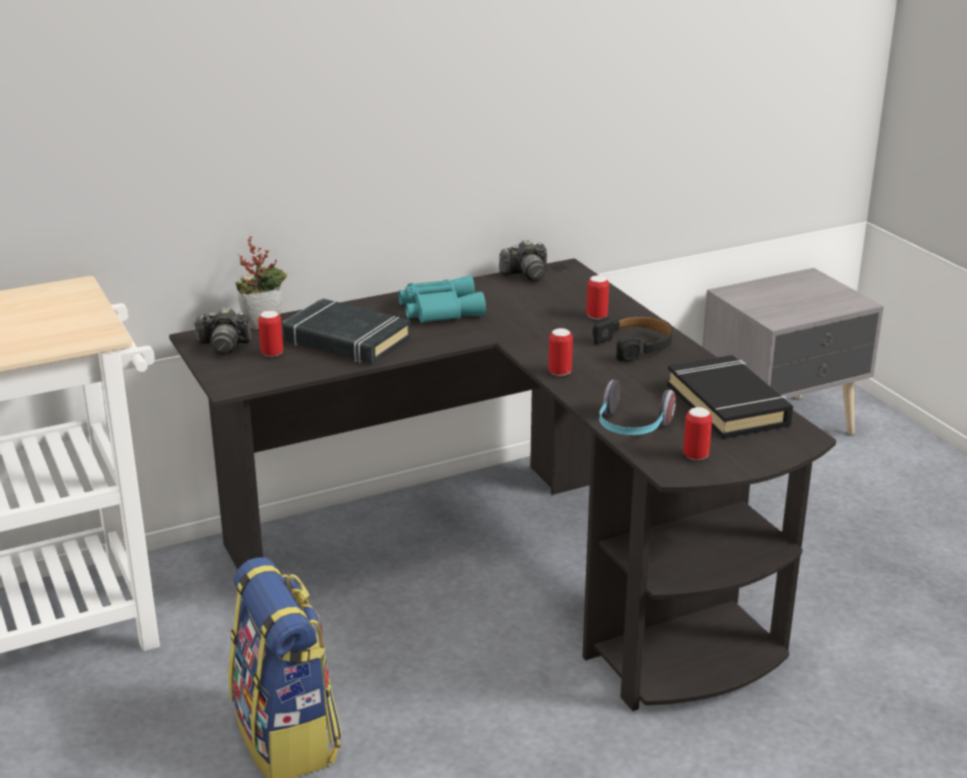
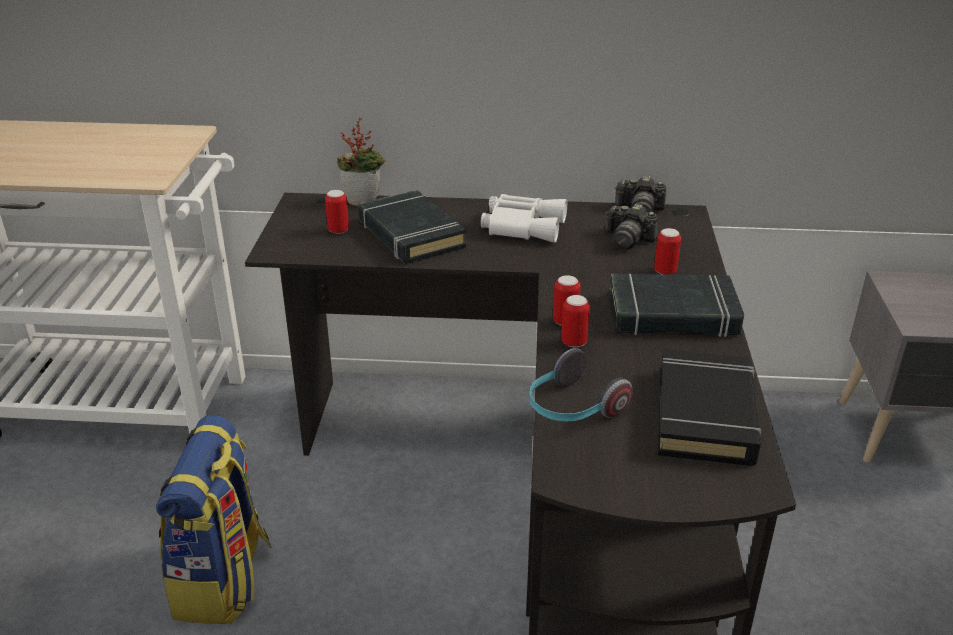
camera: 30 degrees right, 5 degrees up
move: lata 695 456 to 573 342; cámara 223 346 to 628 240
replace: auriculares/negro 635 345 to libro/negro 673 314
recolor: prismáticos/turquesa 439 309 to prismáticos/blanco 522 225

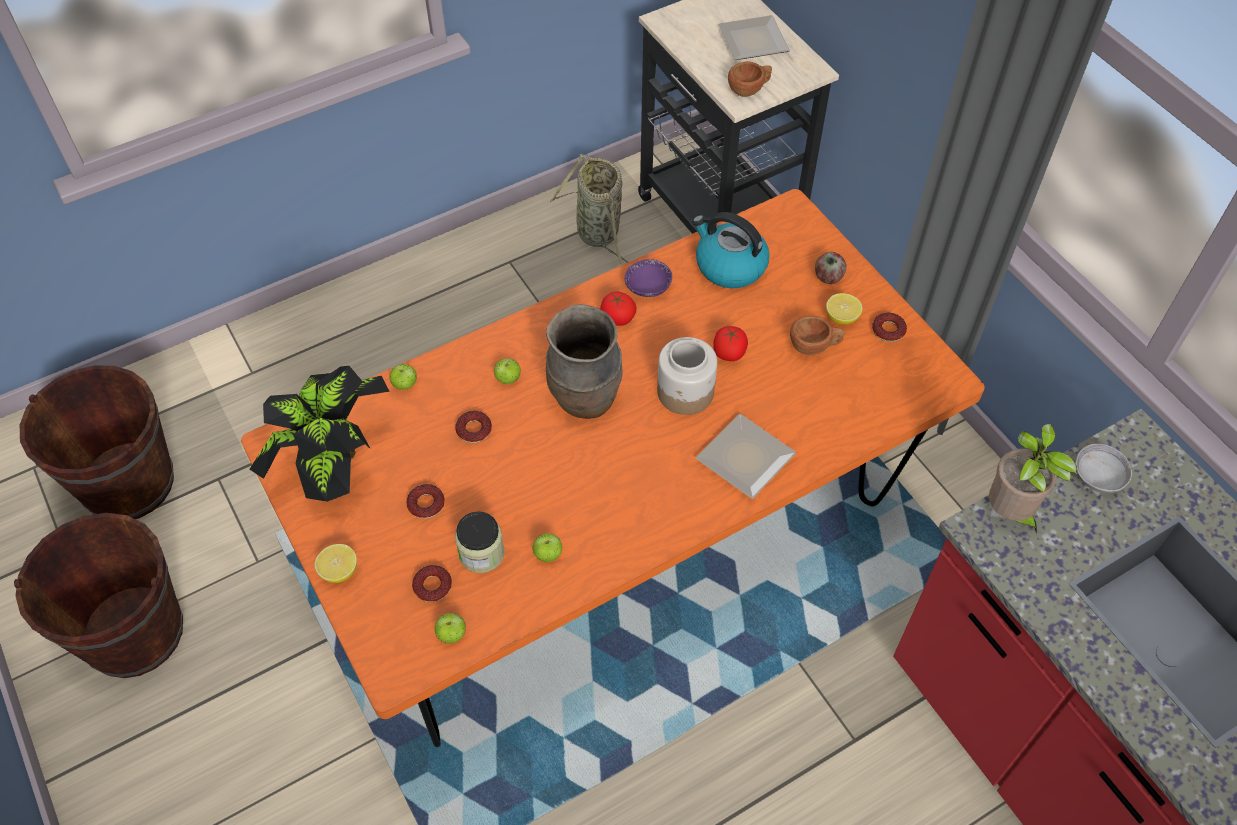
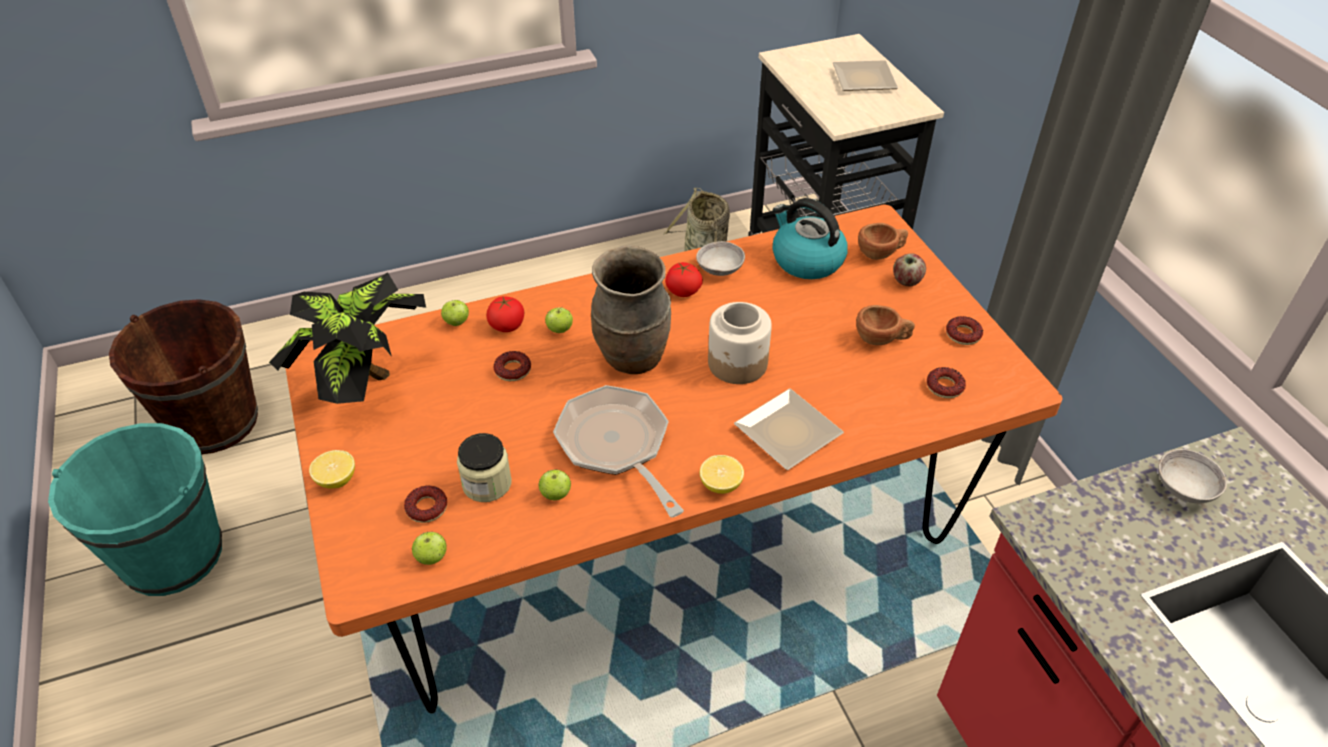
camera: 10 degrees right, 10 degrees down
delete: planta en maceta 1010 513
insert: sartén 617 446
move: tomate 729 353 to 507 326; limón 841 317 to 720 485; taza/marrón 749 89 to 881 253; rosquilla 426 504 to 944 386
recolor: cubo/marrón 134 633 to cubo/turquesa 173 555; cuenco/morado 648 287 to cuenco/gris 720 269

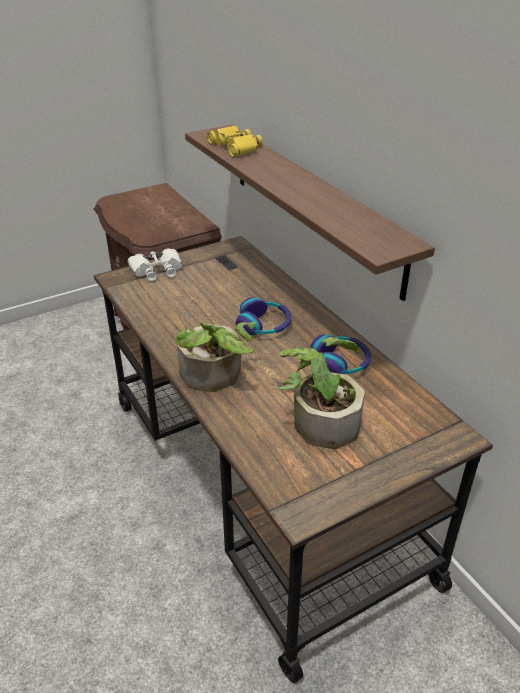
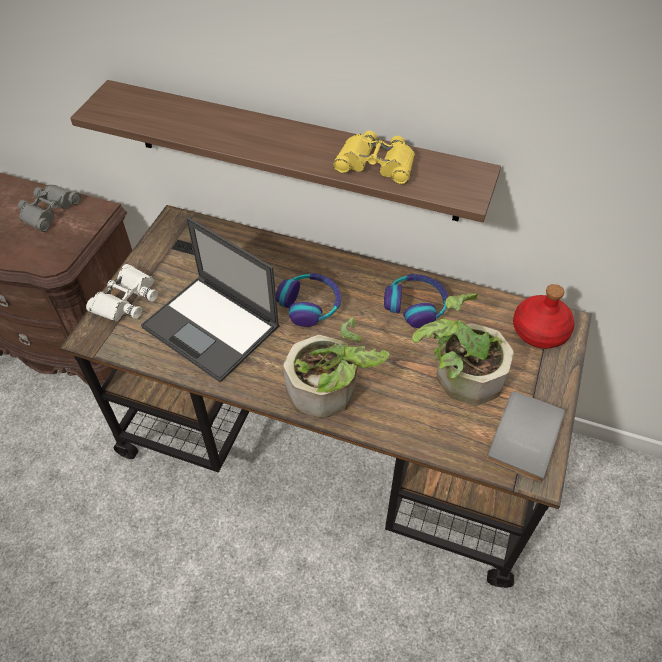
camera: 40 degrees left, 15 degrees up
insert: prismáticos/gris 49 211; portátil 212 327; libro/gris 521 436; botella/rojo 539 330
move: prismáticos/amarillo 235 147 to 376 164

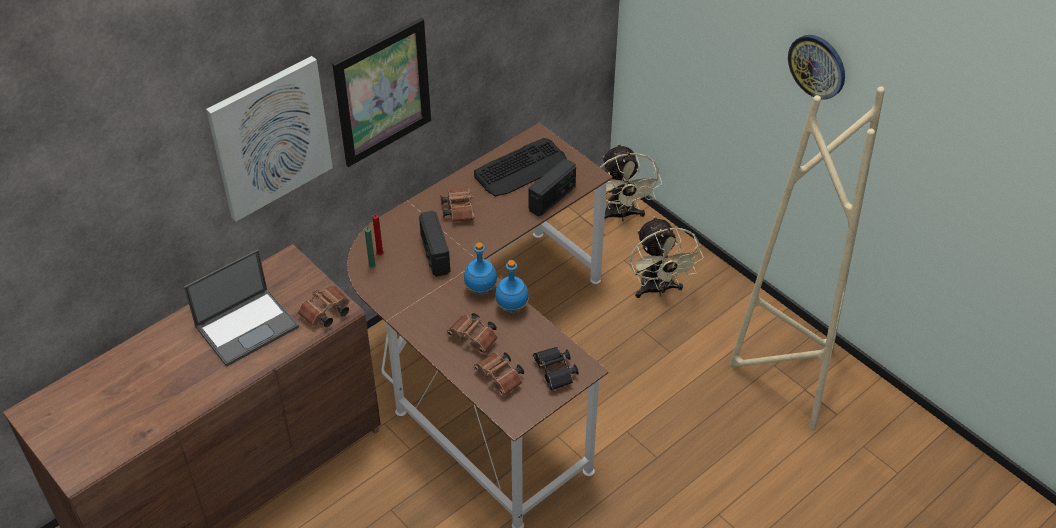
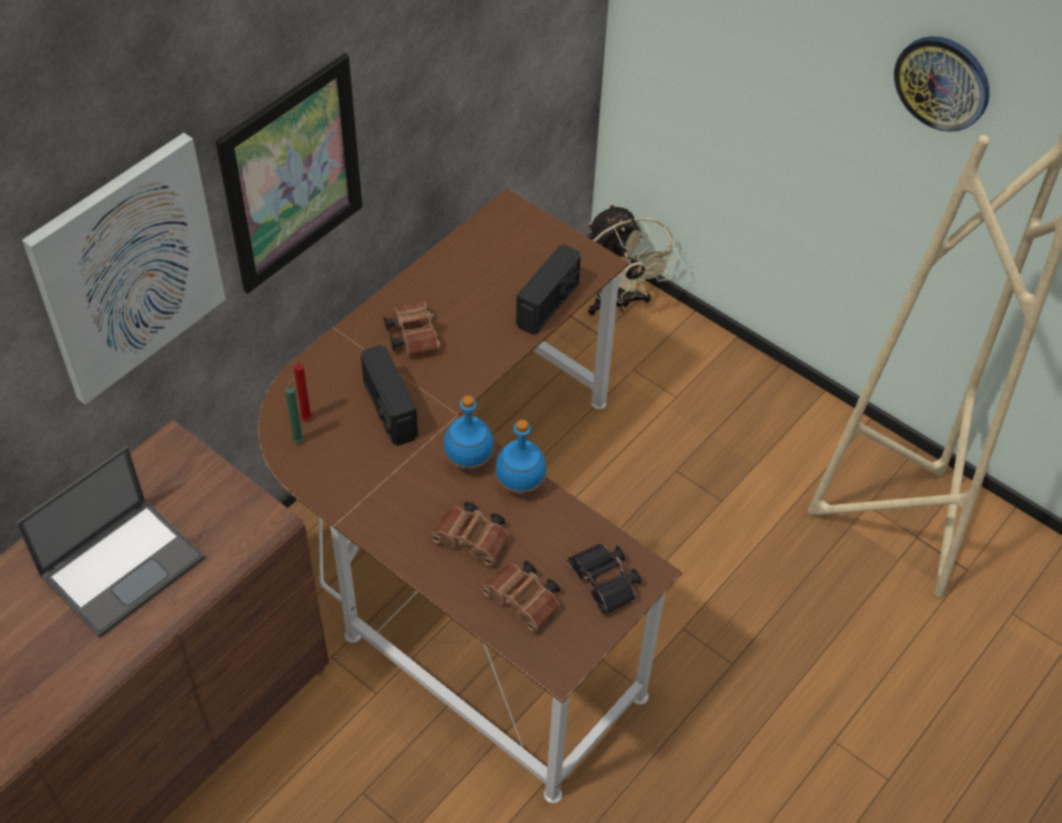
camera: 10 degrees left, 5 degrees up
delete: prismáticos/marrón 325 314; teclado 521 168; ventilador/beis 658 289

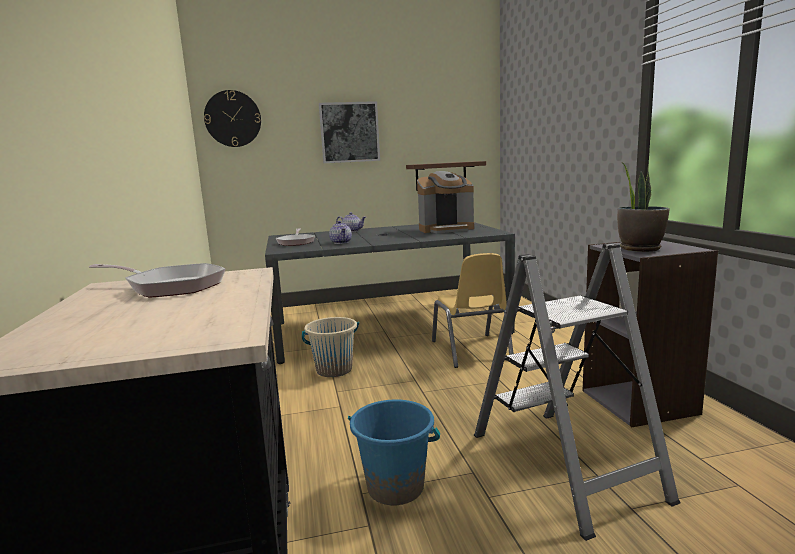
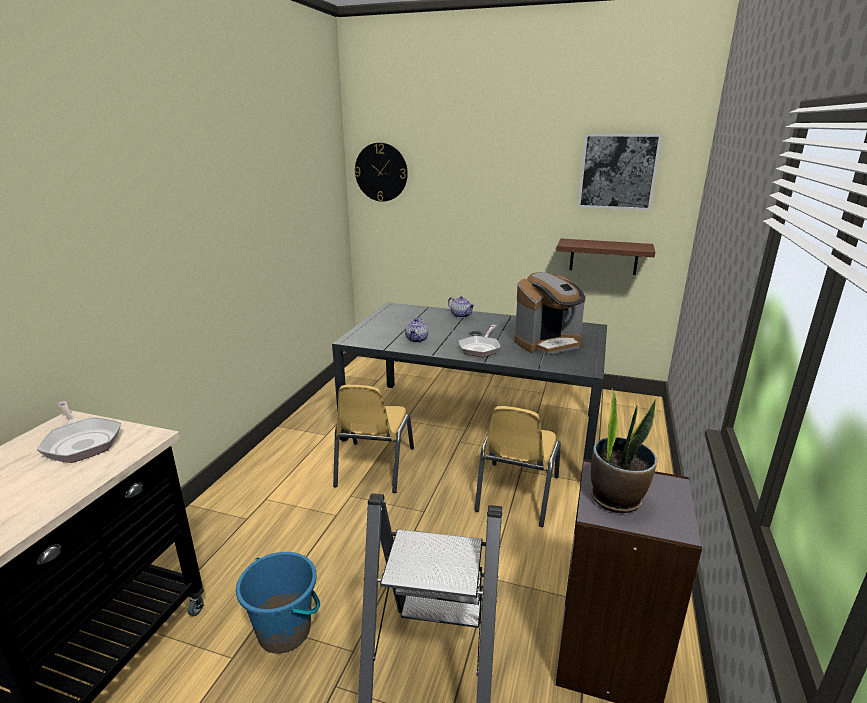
camera: 30 degrees right, 10 degrees up
move: sartén 296 242 to 480 348; cuadro 349 132 to 618 171
replace: cubo/beis 334 370 to silla/amarillo 374 467
rotate: cafetera 446 230 = 547 343 45 degrees counterclockwise

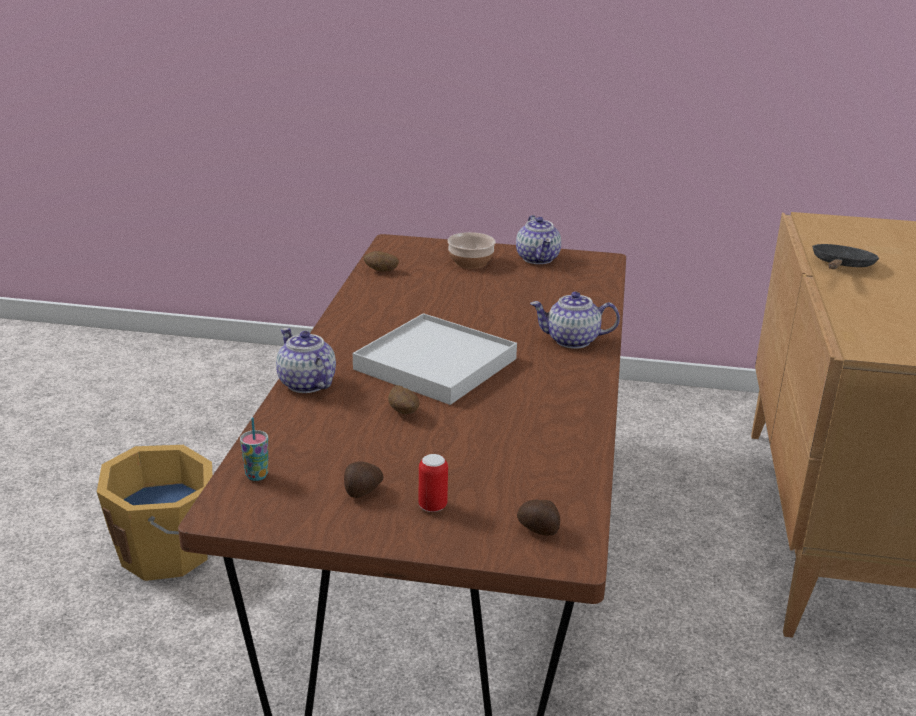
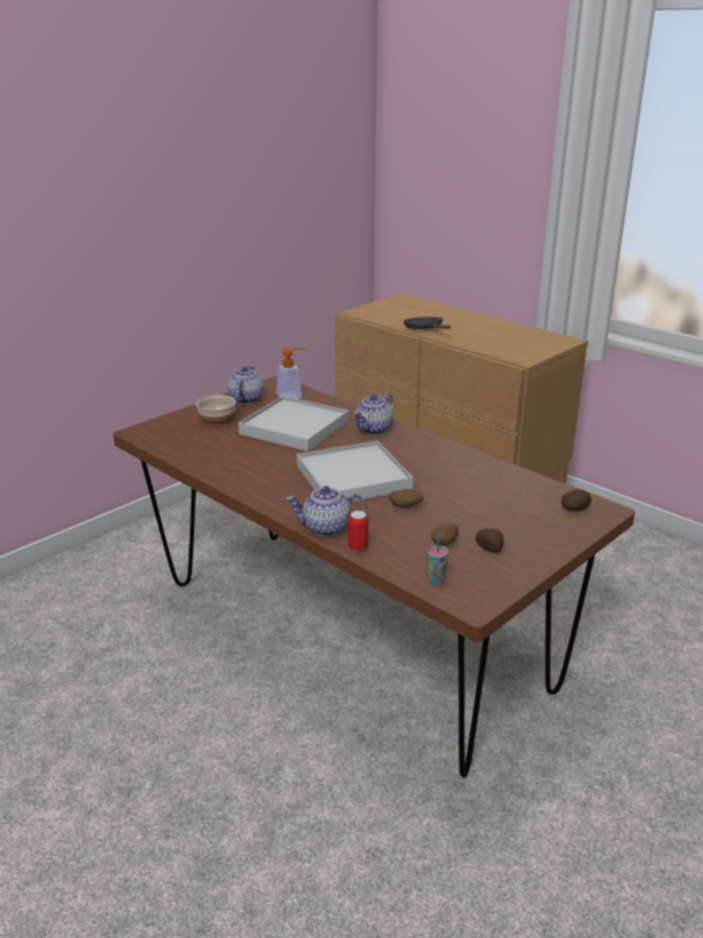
camera: 55 degrees left, 0 degrees up
delete: cubo/naranja 168 552
insert: bandeja/blanco 294 427; dispensador de jabón 293 395
move: lata 432 506 to 358 548; patata 381 271 to 444 544
rotate: tetera 538 259 = 245 399 105 degrees counterclockwise

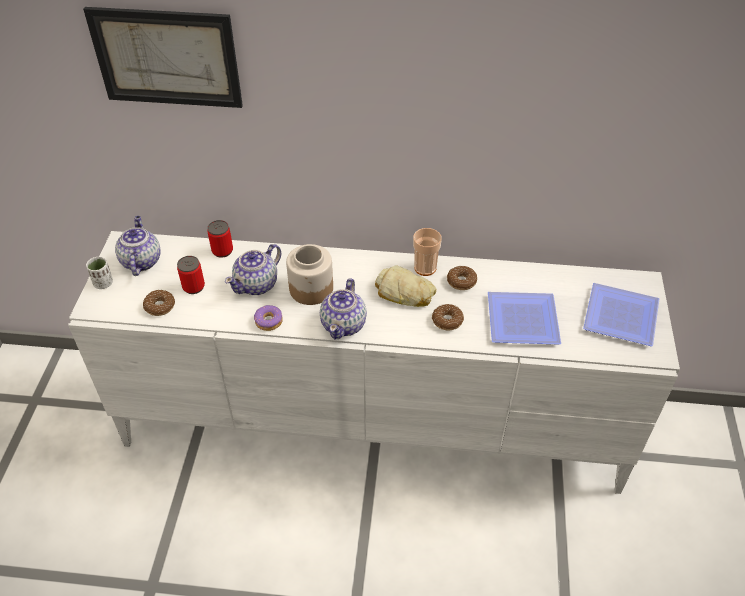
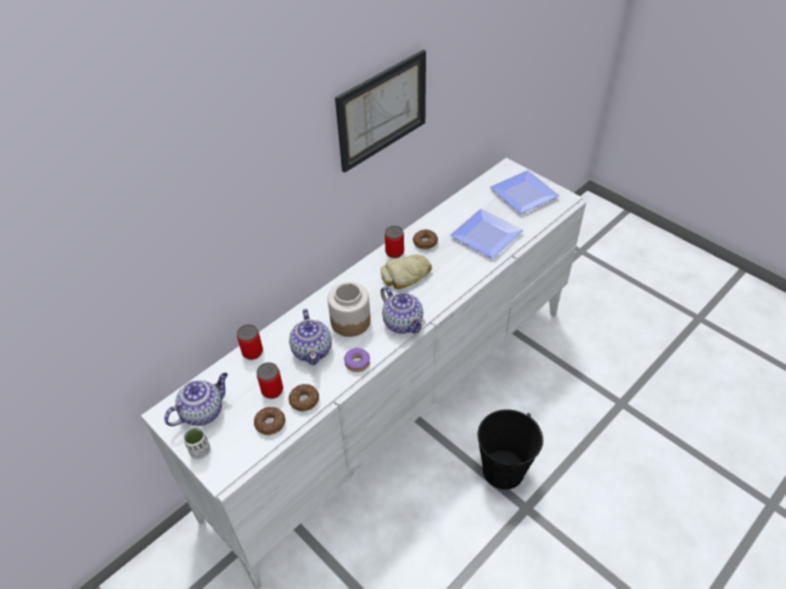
camera: 50 degrees left, 0 degrees up
insert: cubo/negro 503 470
move: rosquilla 447 320 to 304 400; cuadro 167 57 to 382 110
replace: taza 425 268 to lata 394 252
rotate: tetera 141 261 = 203 411 105 degrees clockwise

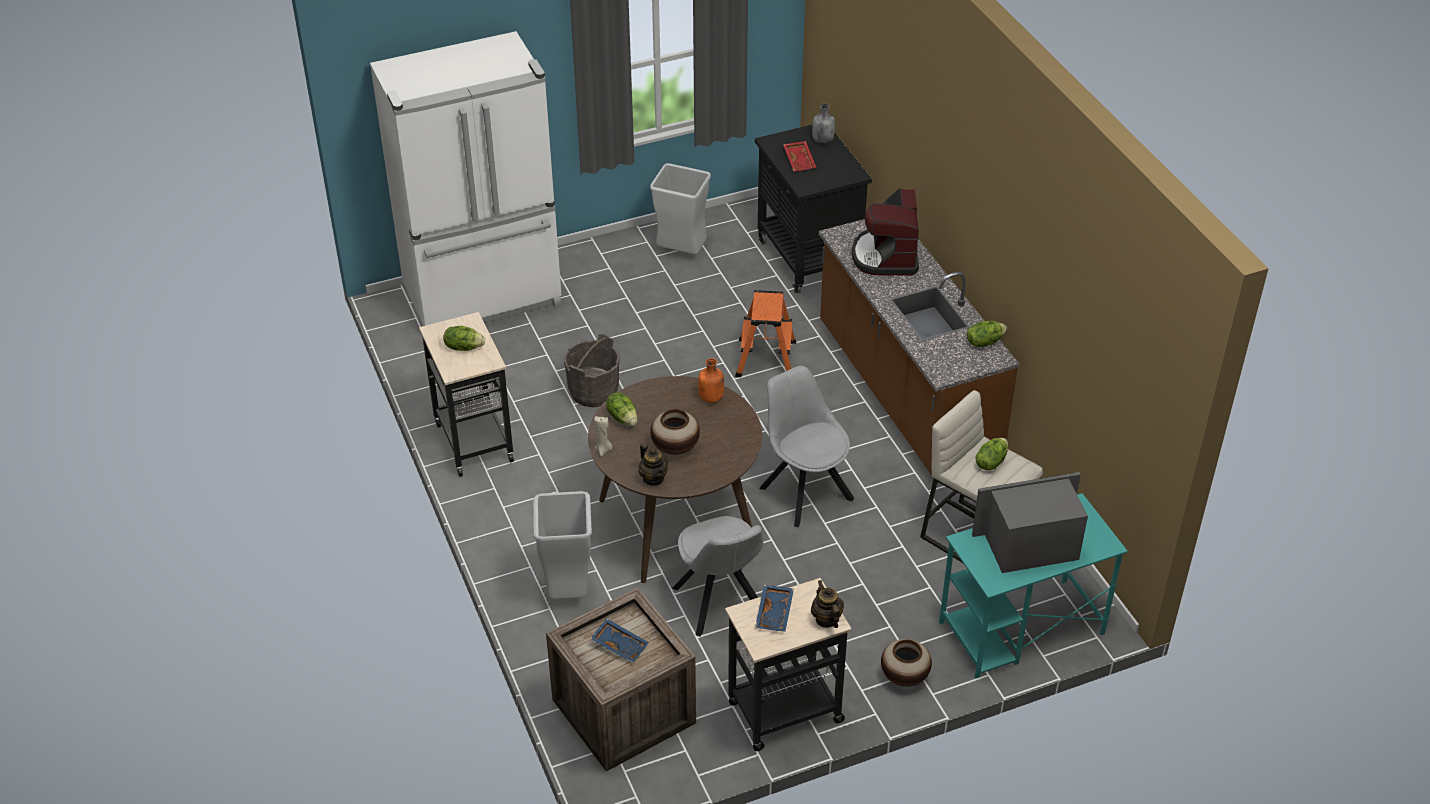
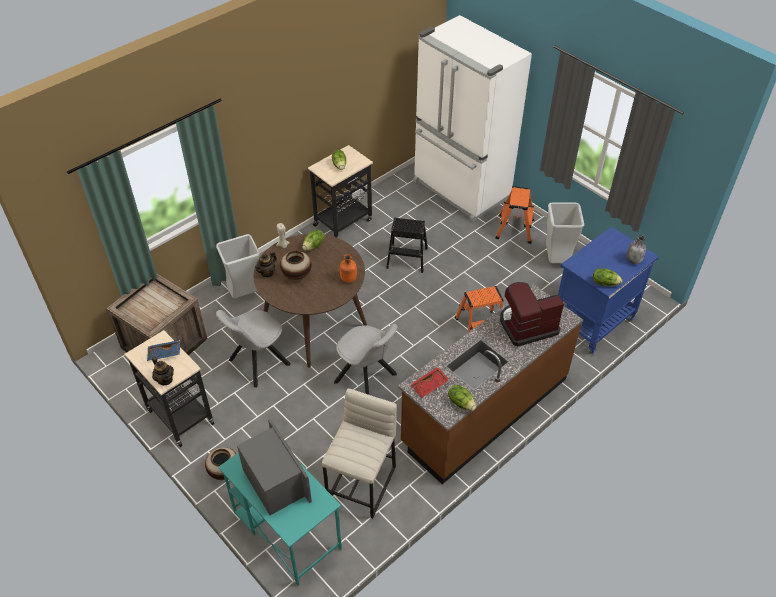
camera: 70 degrees right, 5 degrees up
delete: bandeja/azul 620 644
insert: escalera de tijera/naranja 515 229
move: bandeja/rojo 800 161 to 430 385; lechuga 990 462 to 604 283
replace: cubo/gris 593 391 to escalera de tijera/negro 407 257
recolor: carrito/negro 808 260 to carrito/azul 591 323
rotate: tetera 826 619 = 165 379 90 degrees clockwise; silla/gris 804 491 = 367 379 90 degrees clockwise

